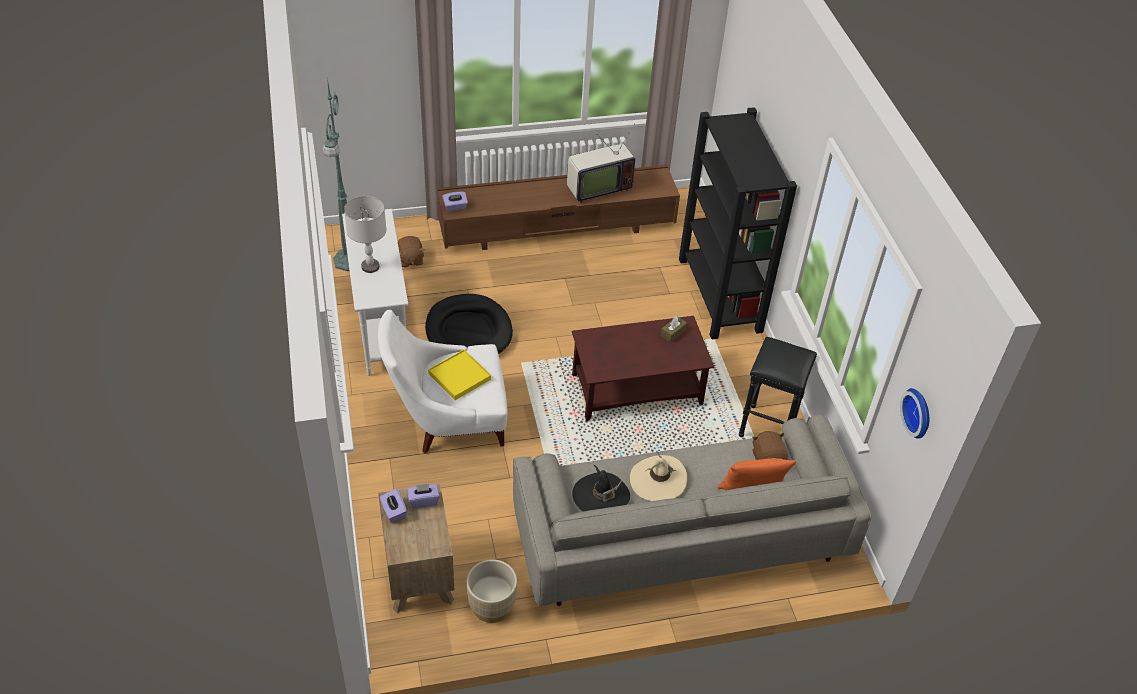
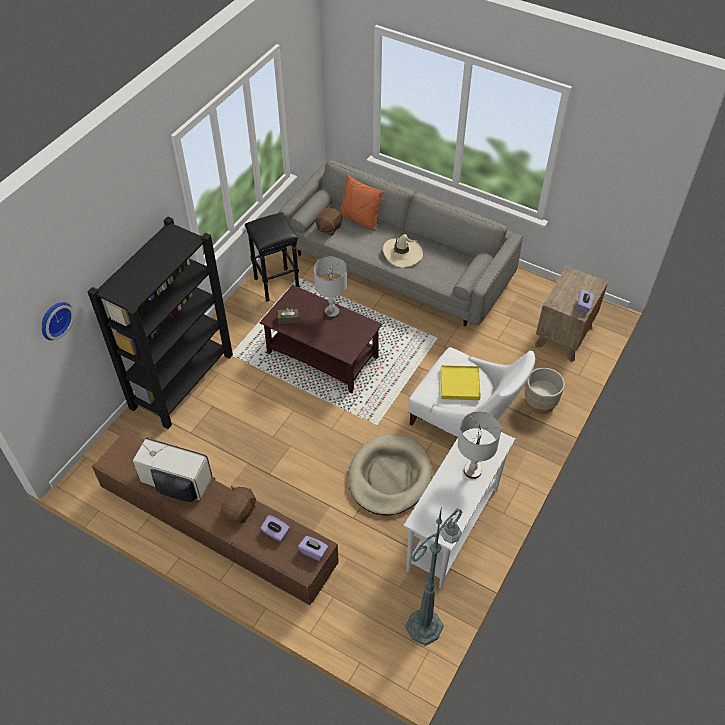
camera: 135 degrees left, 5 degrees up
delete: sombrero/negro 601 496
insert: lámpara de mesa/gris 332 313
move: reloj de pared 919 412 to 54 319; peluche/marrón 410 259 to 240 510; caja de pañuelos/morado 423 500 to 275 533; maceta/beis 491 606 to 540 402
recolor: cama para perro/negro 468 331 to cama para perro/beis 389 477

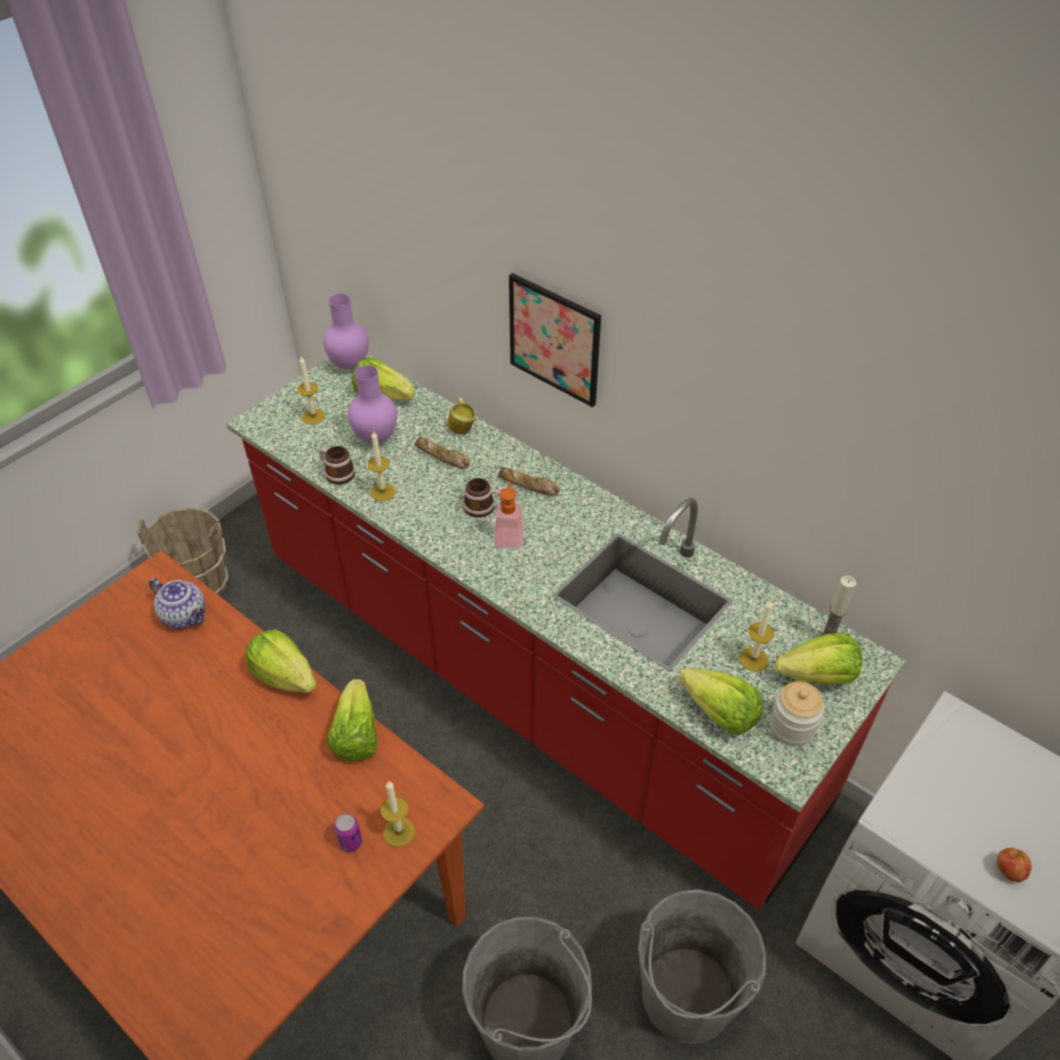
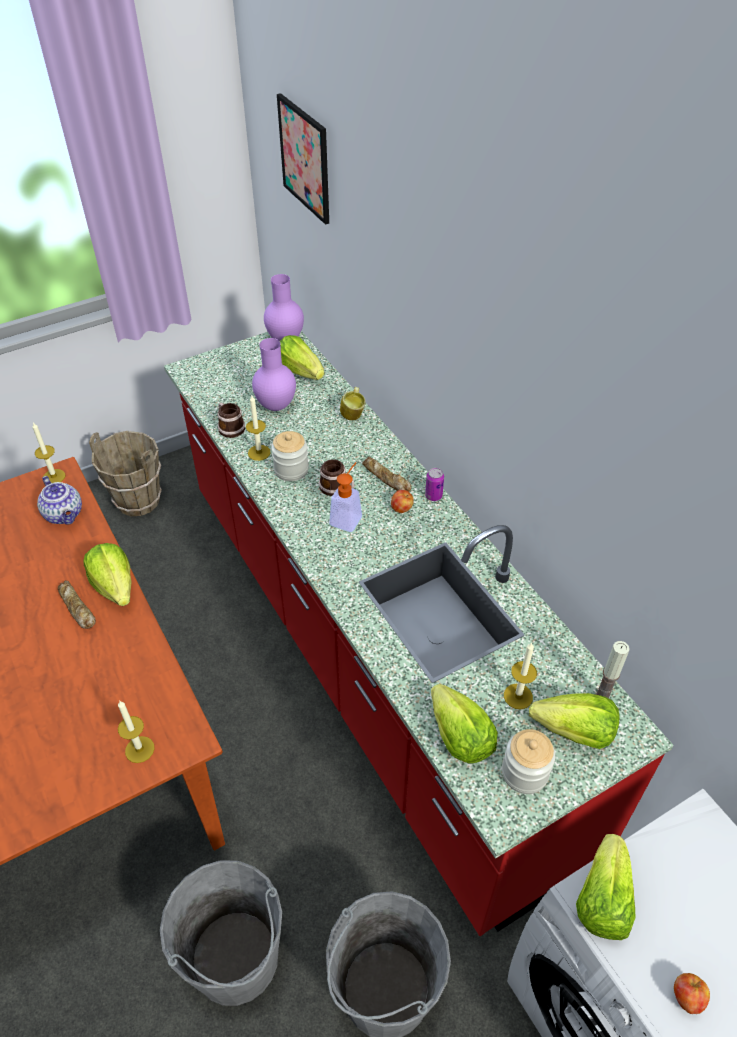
camera: 20 degrees right, 0 degrees up
insert: tarro 291 470; manzana 401 509
move: vela 313 416 to 54 477; pan 442 456 to 76 608; cuadro 554 339 to 305 158; lata 350 842 to 433 496; lechuga 356 735 to 602 899

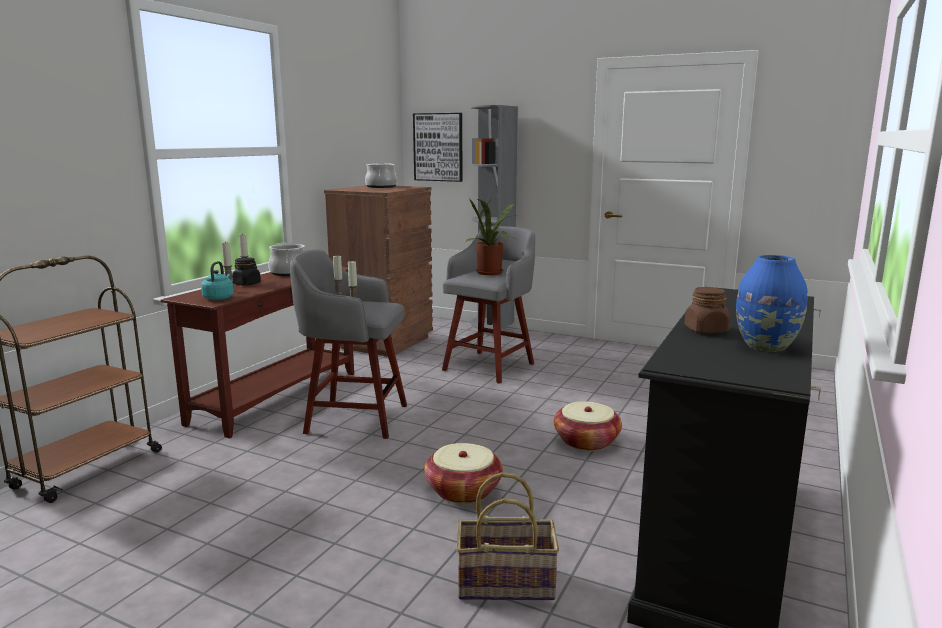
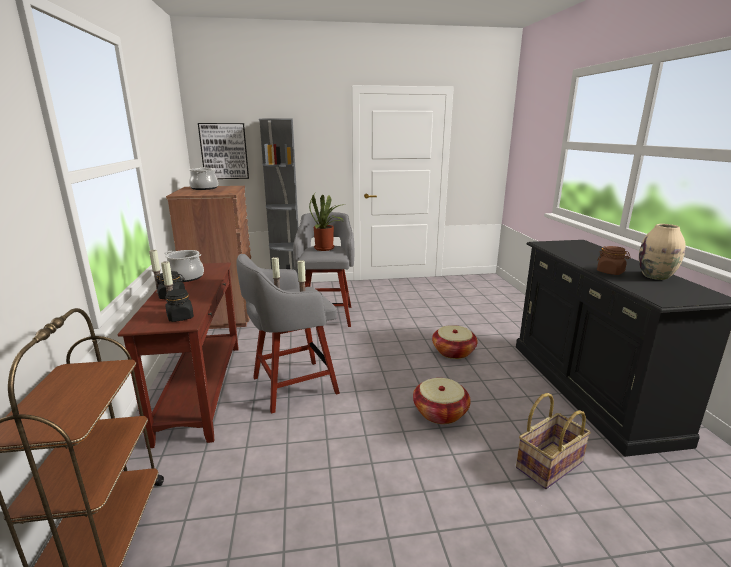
camera: 35 degrees left, 5 degrees up
replace: hervidor/turquesa 219 298 to tarro/negro 180 317
recolor: florero/azul 766 346 to florero/beis 656 276

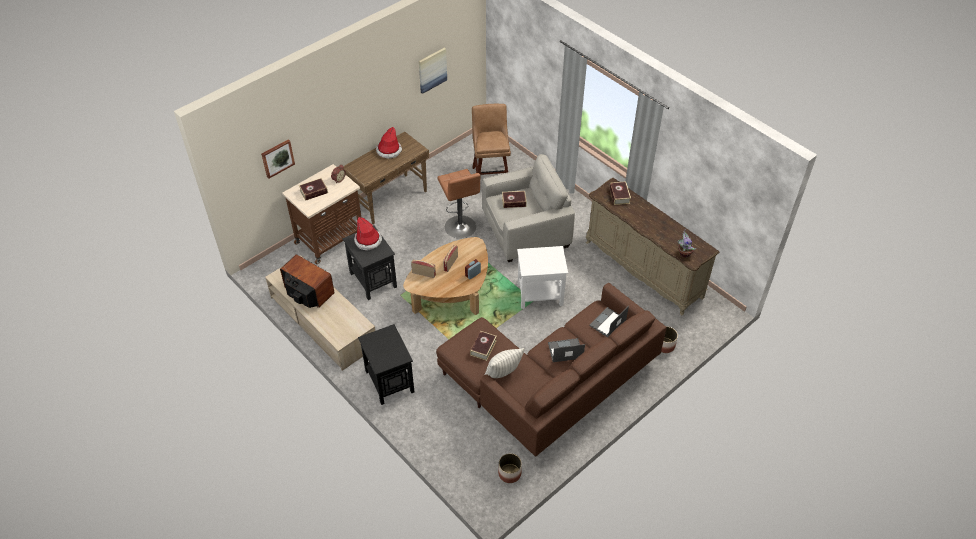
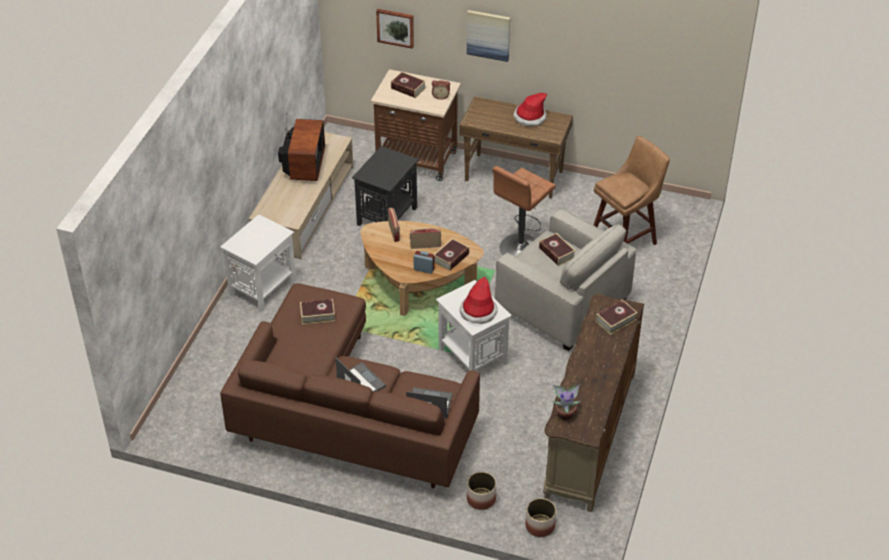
camera: 60 degrees right, 5 degrees down
delete: cojín 503 372
insert: libro 451 258
move: sombrero 368 241 to 478 312; cuadro 432 70 to 488 35; maceta 509 473 to 539 526
recolor: mesa auxiliar/negro 389 380 to mesa auxiliar/blanco 263 287

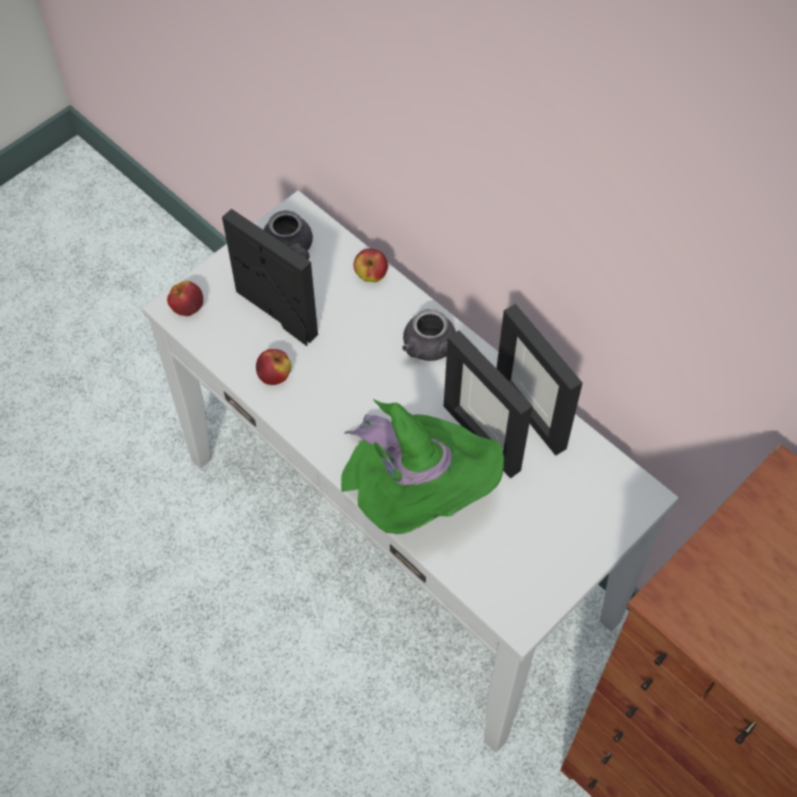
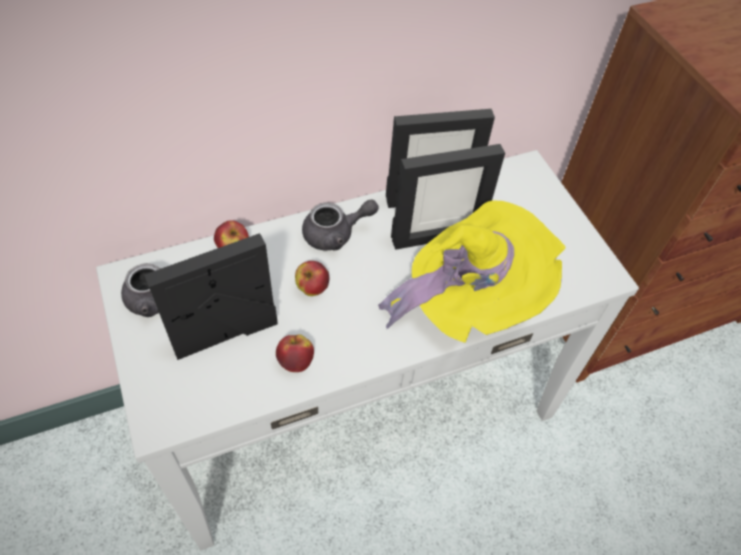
camera: 70 degrees left, 5 degrees down
move: manzana 187 308 to 312 288
recolor: sombrero/verde 416 492 to sombrero/amarillo 469 299

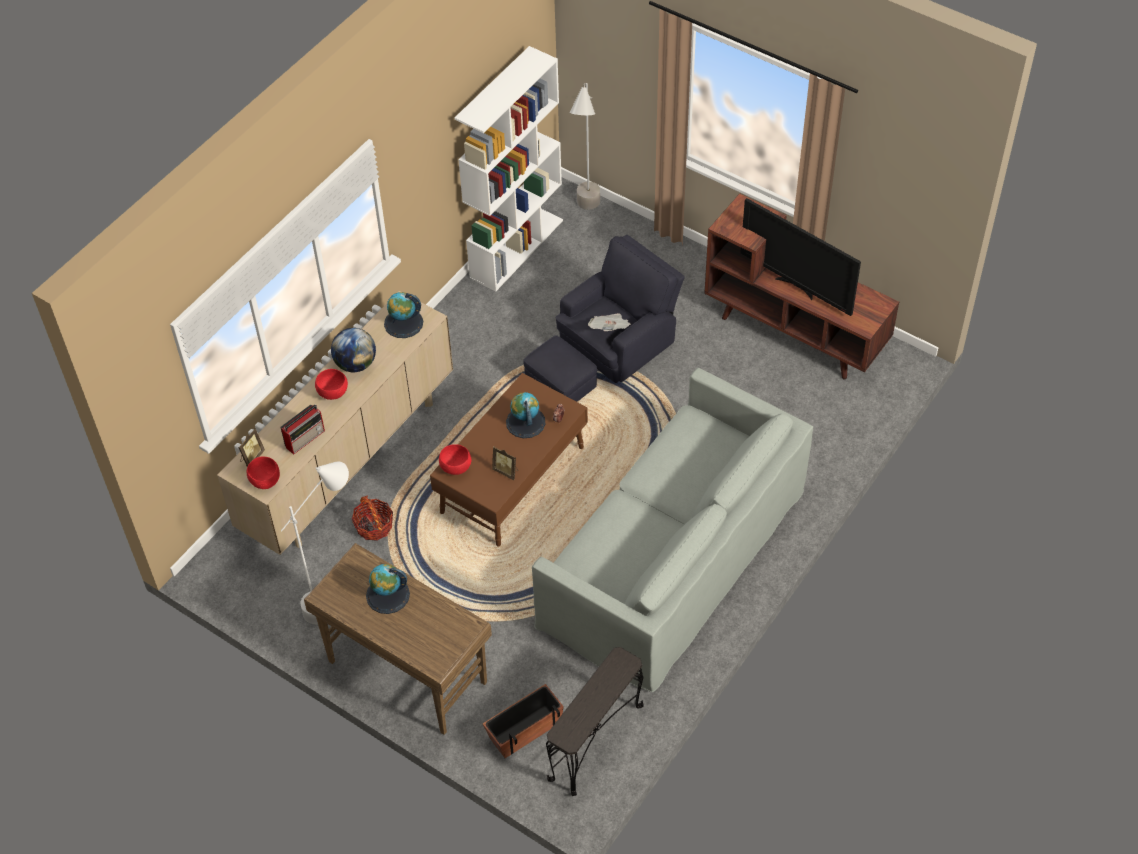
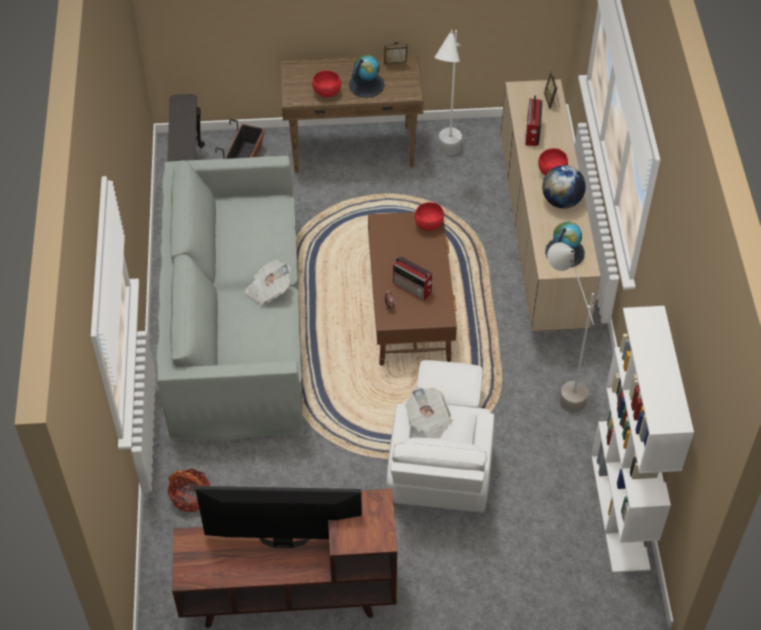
camera: 140 degrees right, 0 degrees up
insert: periódico 268 290
move: cesta 374 526 to 190 496; cuenco/rojo 265 481 to 327 93; portarretratos 506 471 to 395 67; lámpara de pie/gris 586 215 to 558 386
replace: globo terráqueo 525 422 to radio 413 288
recolor: sillón/negro 605 352 to sillón/blanco 441 460

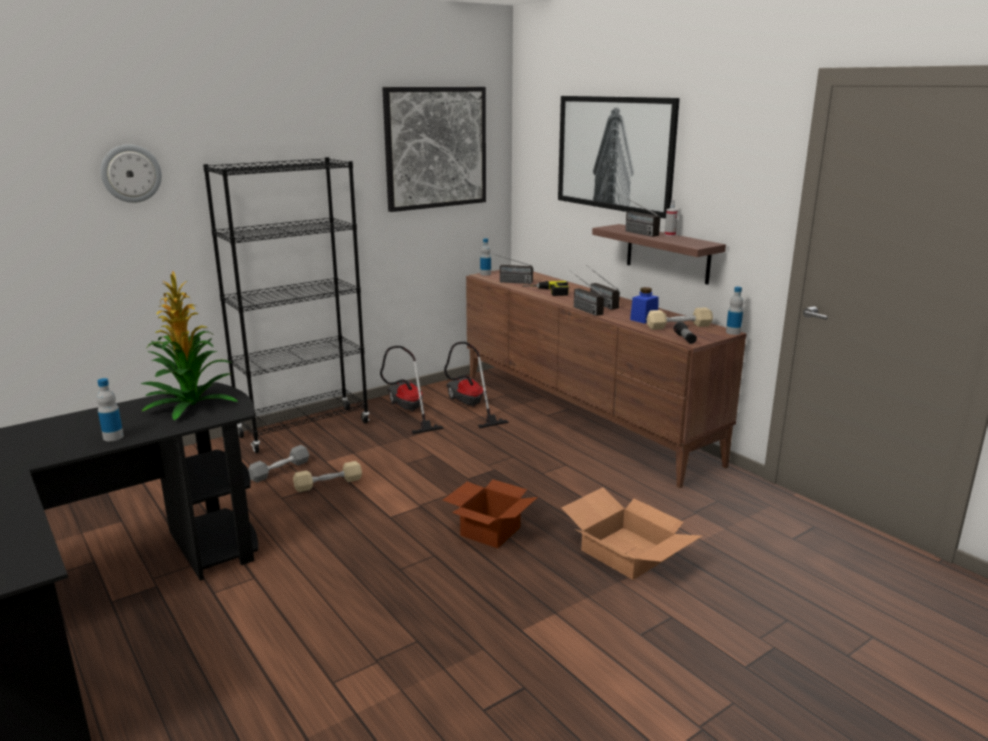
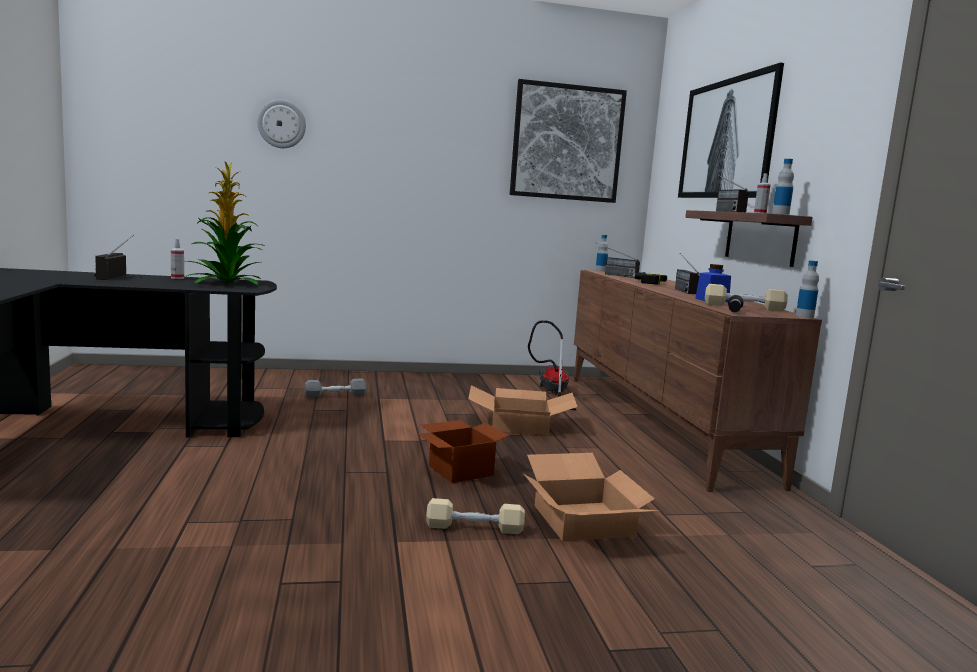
camera: 25 degrees right, 10 degrees down
delete: estantería/negro 304 430; aspiradora 408 411
insert: pulverizador 177 278; caja de cartón 520 424
move: radio 581 308 to 115 276; mancuerna/beis 328 484 to 474 528; botella 113 437 to 780 214

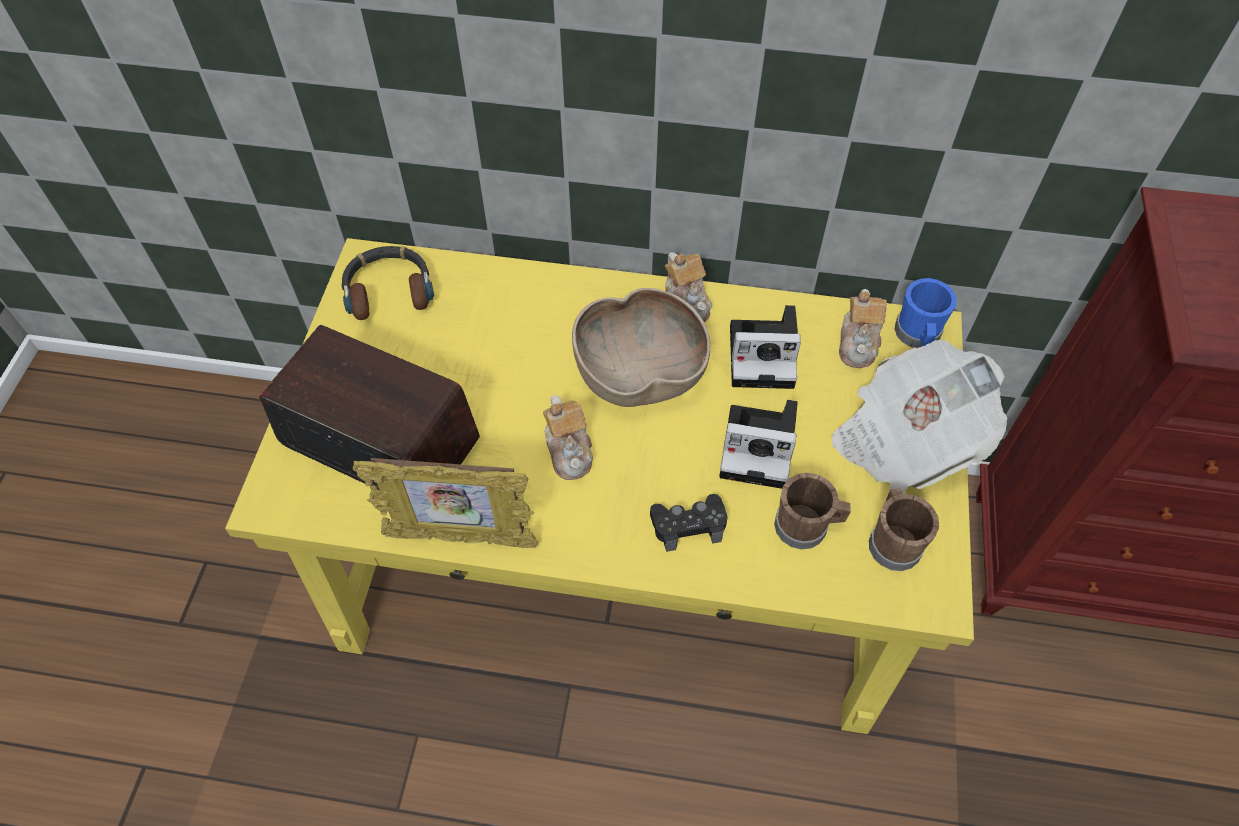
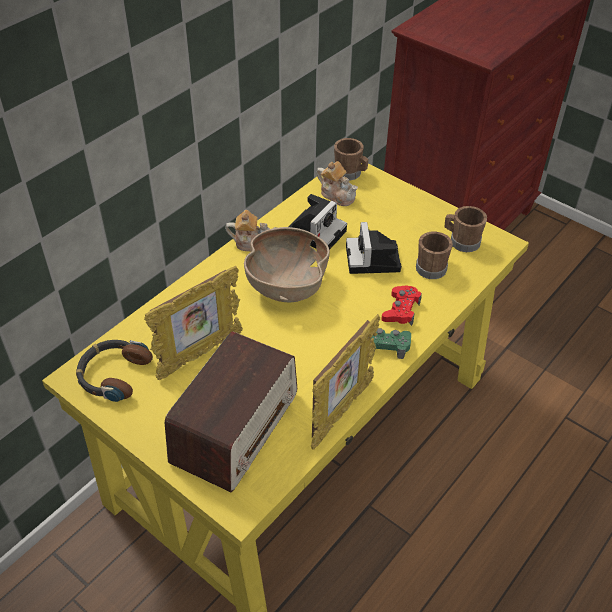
camera: 60 degrees left, 10 degrees down
delete: tetera 569 450; periódico 906 438
insert: portarretratos 199 355; mando de consola/verde 386 345
recolor: taza grande/azul 917 336 to taza grande/marrón 350 174; mando de consola/negro 688 525 to mando de consola/rojo 401 310
rotate: radio 378 440 = 236 427 150 degrees clockwise; cámara 761 448 = 373 260 135 degrees clockwise

